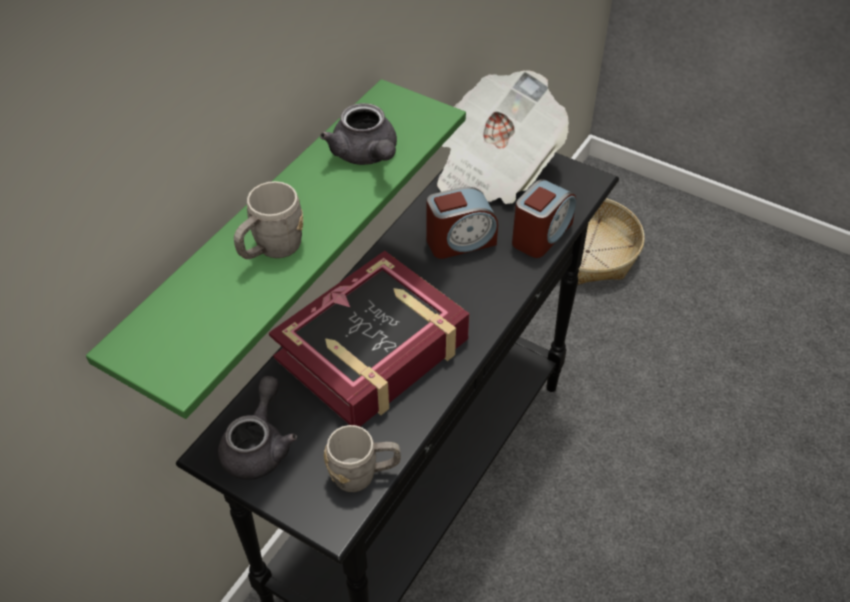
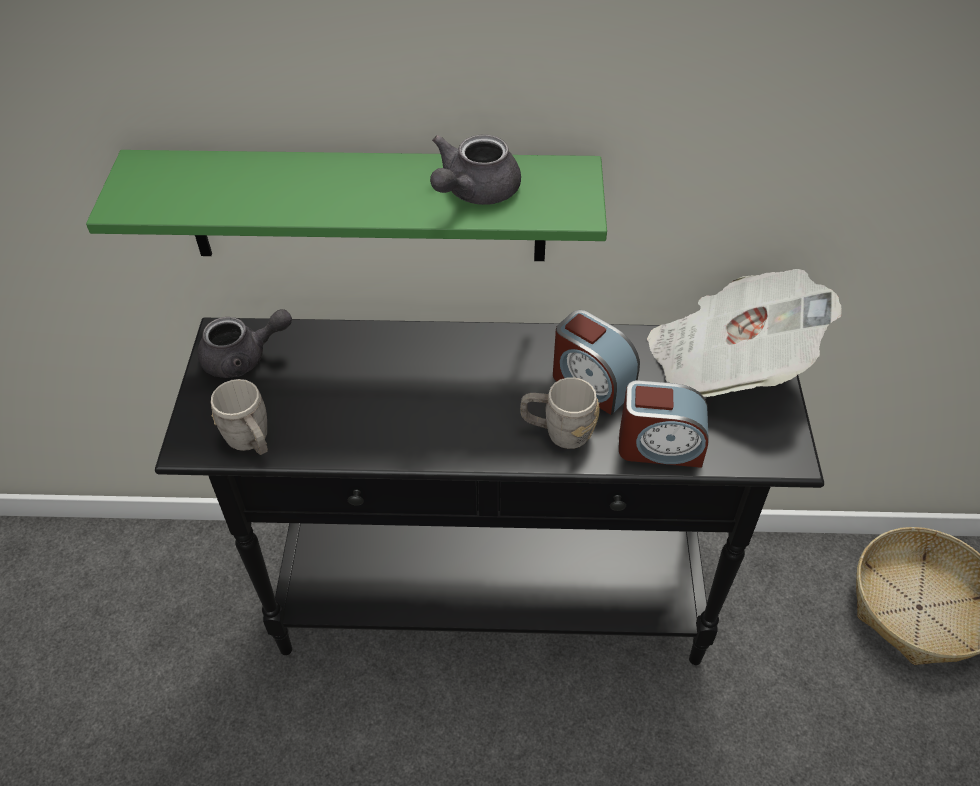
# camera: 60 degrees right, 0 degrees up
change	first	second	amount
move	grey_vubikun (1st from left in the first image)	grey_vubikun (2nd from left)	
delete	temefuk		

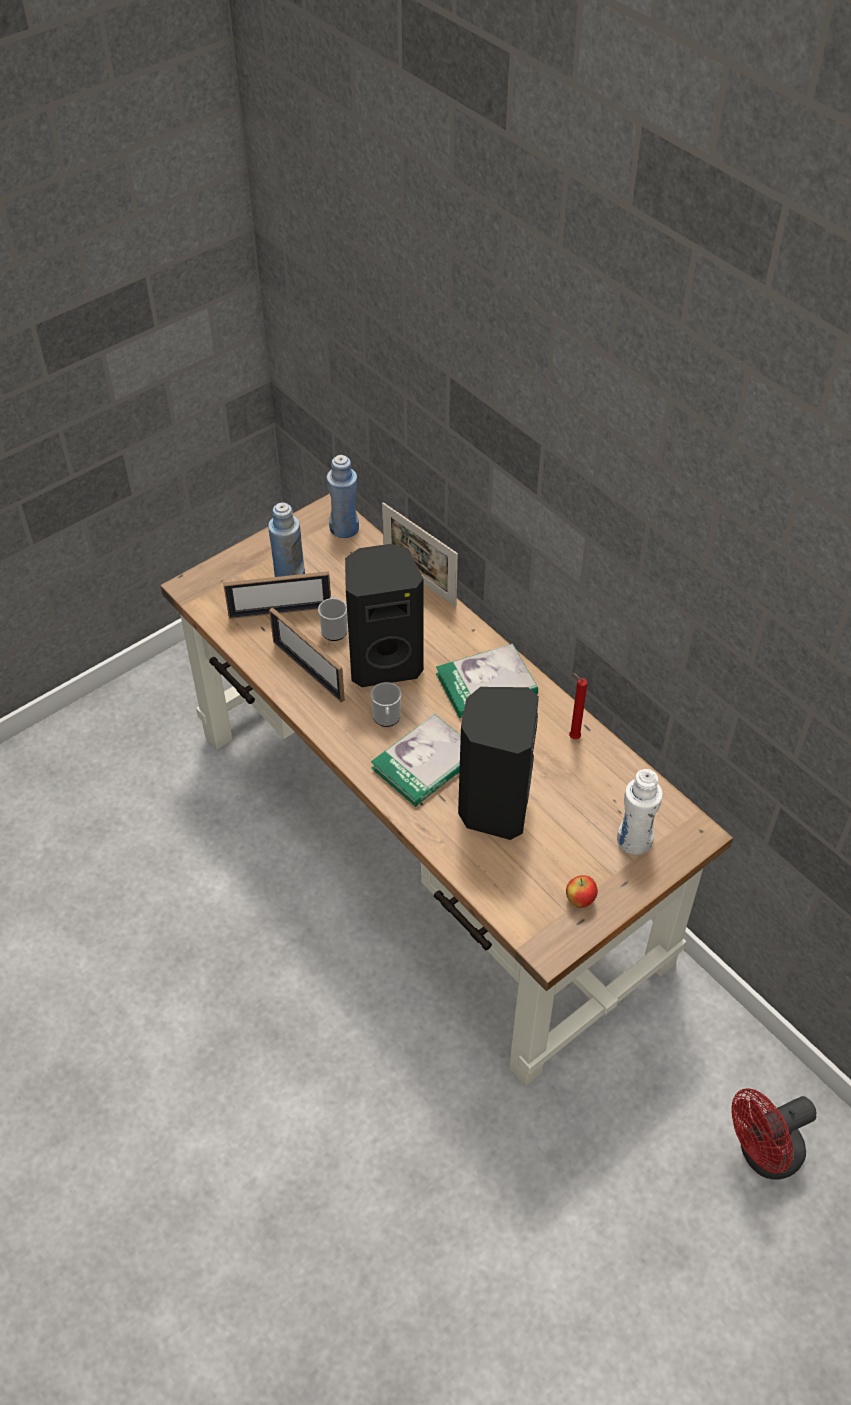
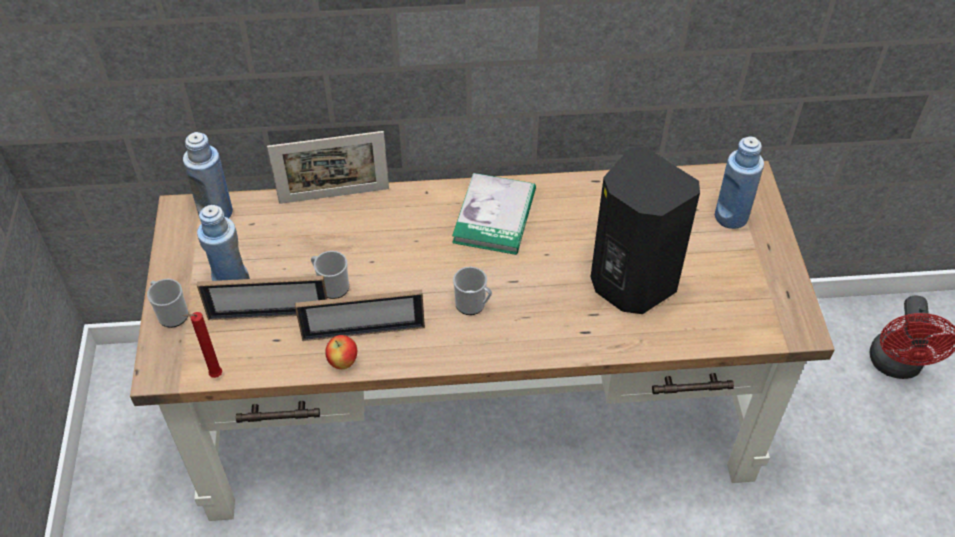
# camera: 55 degrees left, 0 degrees up
change	first	second	amount
insert		vubikun (1st from left)	
move	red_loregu		
rotate	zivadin (1st from left)		60 degrees clockwise
move	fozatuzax		
recolor	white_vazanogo	blue_vazanogo (3rd from left)	
delete	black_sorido (1st from left)		
delete	temefuk (1st from left)		

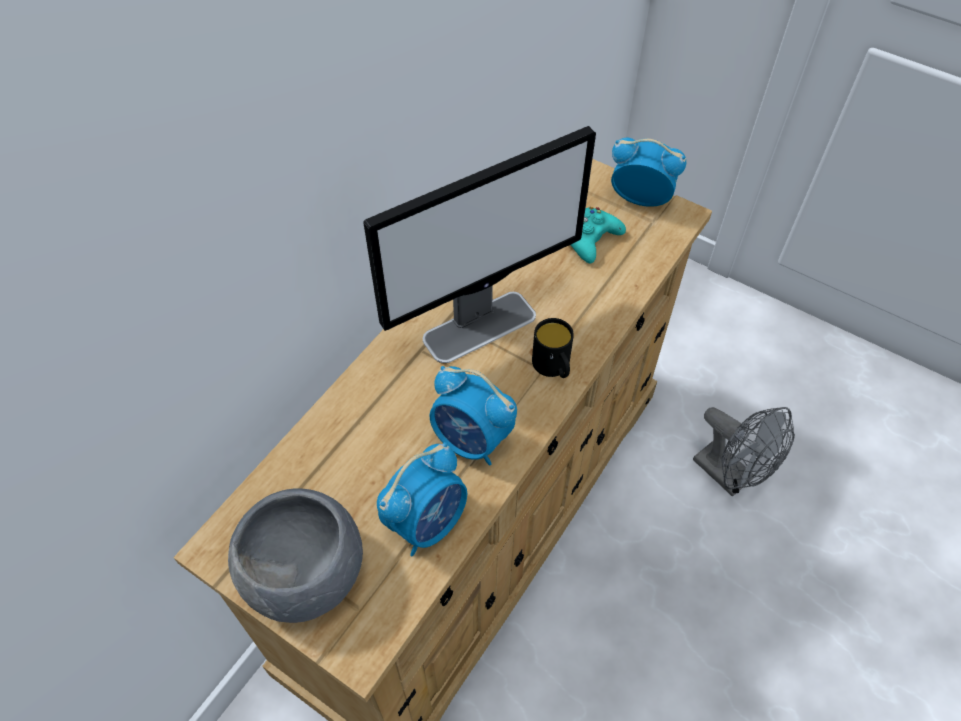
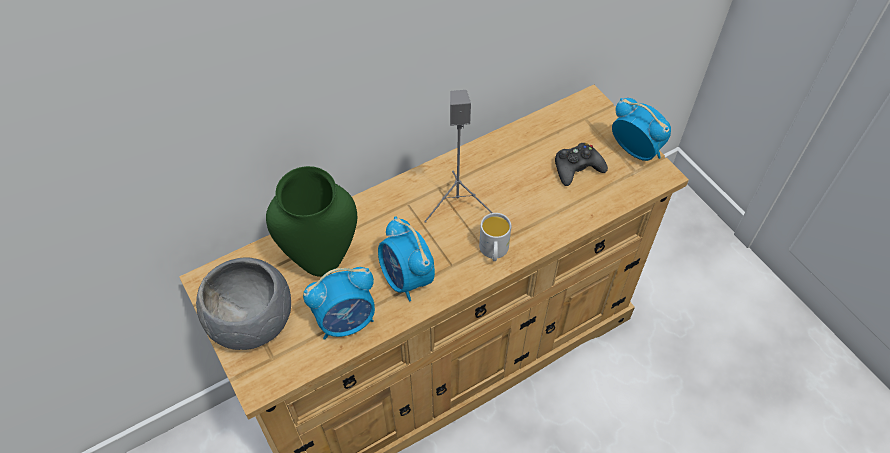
# camera: 25 degrees right, 0 degrees up
change	first	second	amount
insert		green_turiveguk	
replace	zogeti	grey_sorido	
recolor	black_vubikun	white_vubikun	
recolor	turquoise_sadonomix	black_sadonomix	
delete	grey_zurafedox		

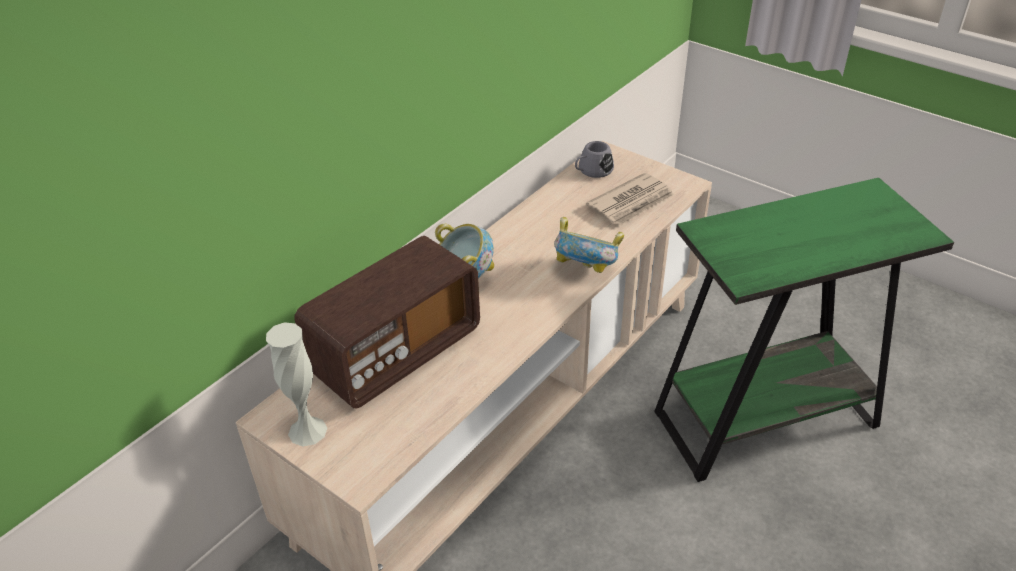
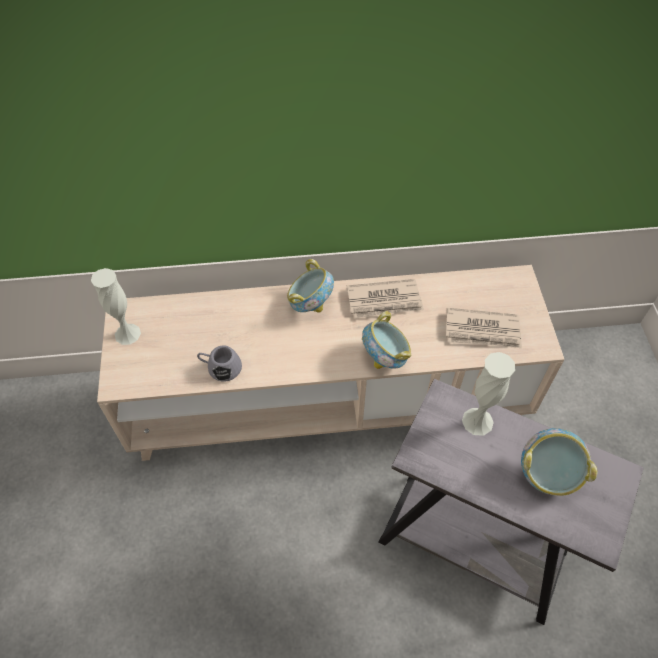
# camera: 45 degrees right, 15 degrees up
change	first	second	amount
move	grey_vubikun		
insert		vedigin (1st from left)	
recolor	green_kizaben	grey_kizaben	
insert		white_turiveguk (2nd from left)	
insert		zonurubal (3rd from left)	
delete	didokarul		

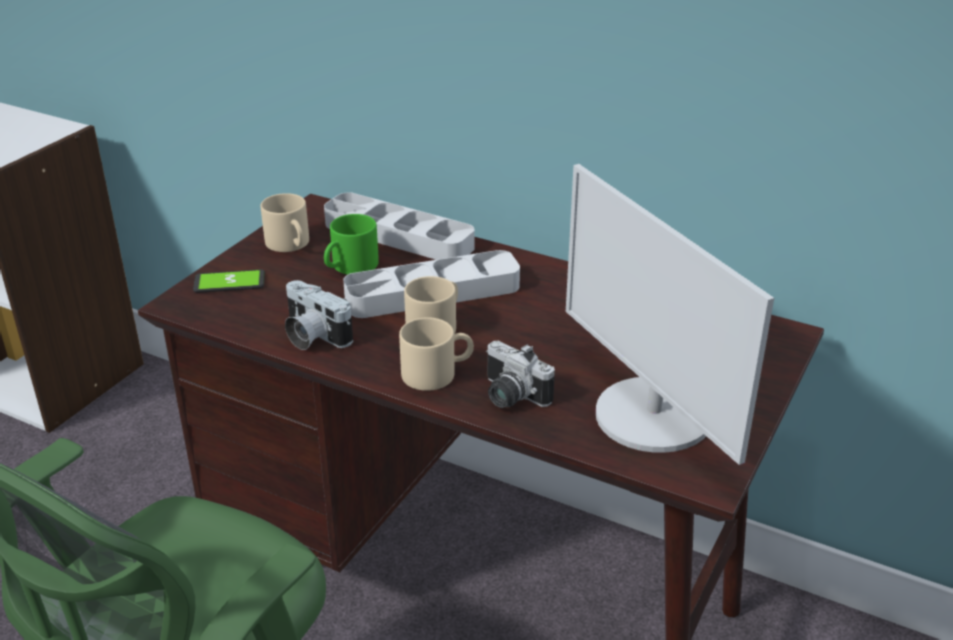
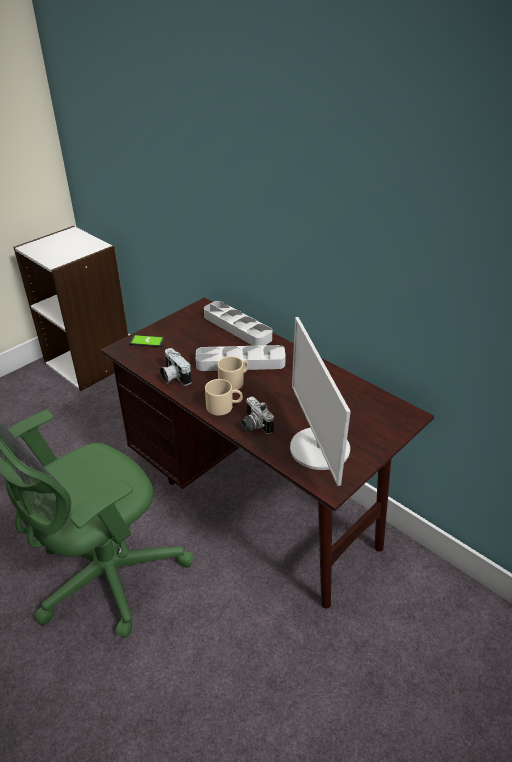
# camera: 15 degrees right, 5 degrees up
change	first	second	amount
delete	beige_vubikun (1st from left)		
delete	green_vubikun		

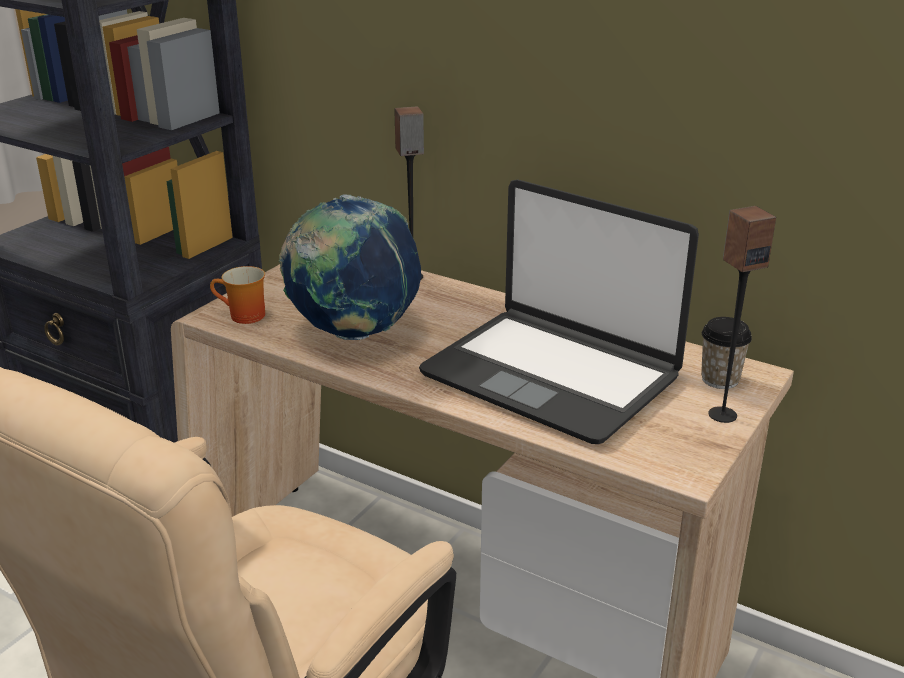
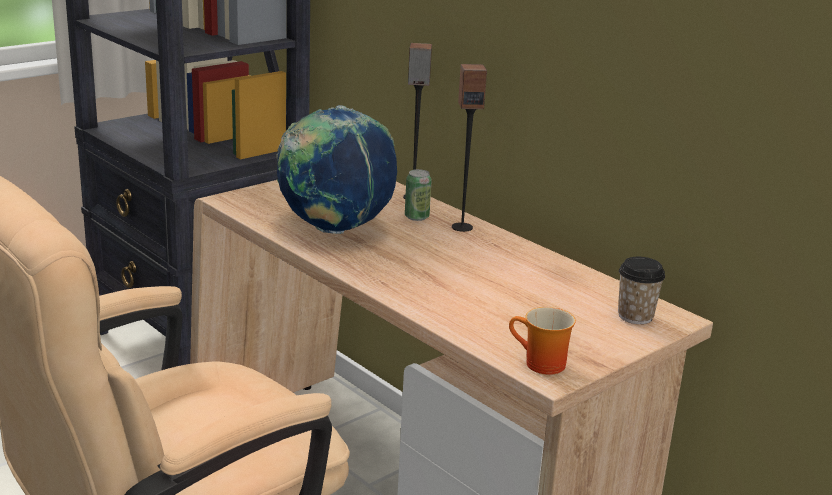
# camera: 15 degrees right, 5 degrees down
change	first	second	amount
insert		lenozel	
move	sorido (2nd from left)		
move	vubikun		
delete	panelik		

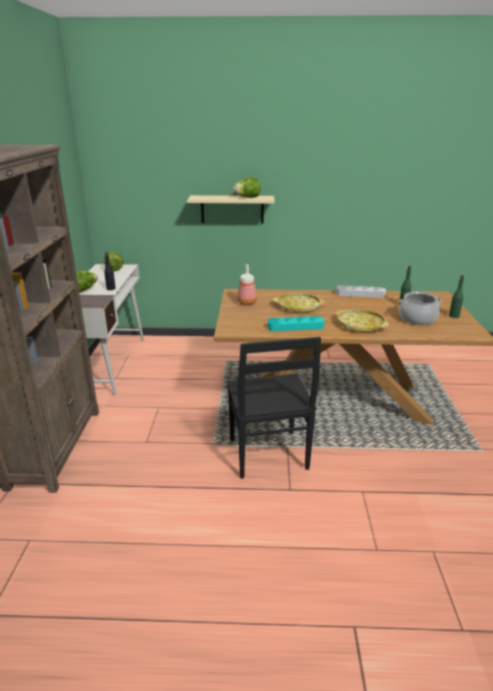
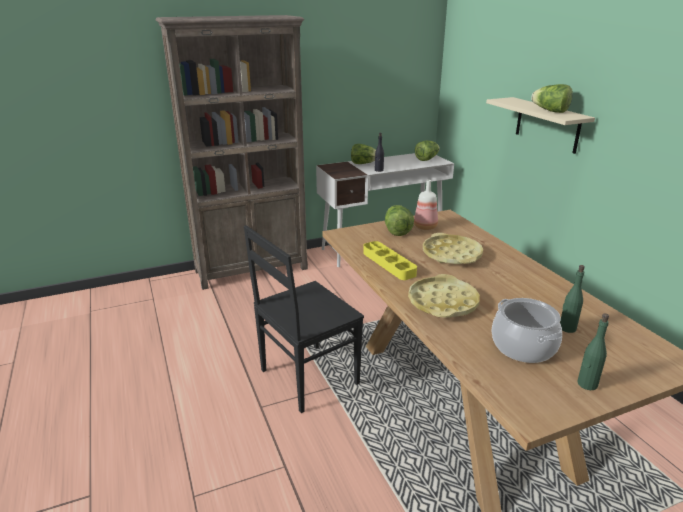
# camera: 65 degrees right, 0 degrees up
change	first	second	amount
recolor	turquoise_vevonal	yellow_vevonal (1st from left)	
insert		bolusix (2nd from left)	
delete	grey_vevonal		

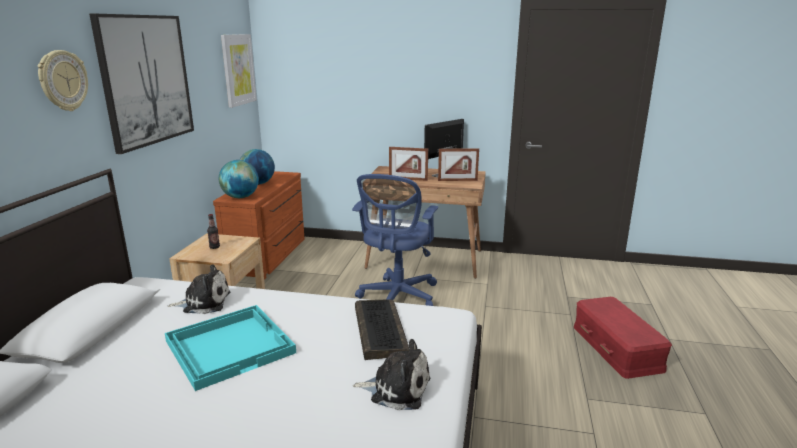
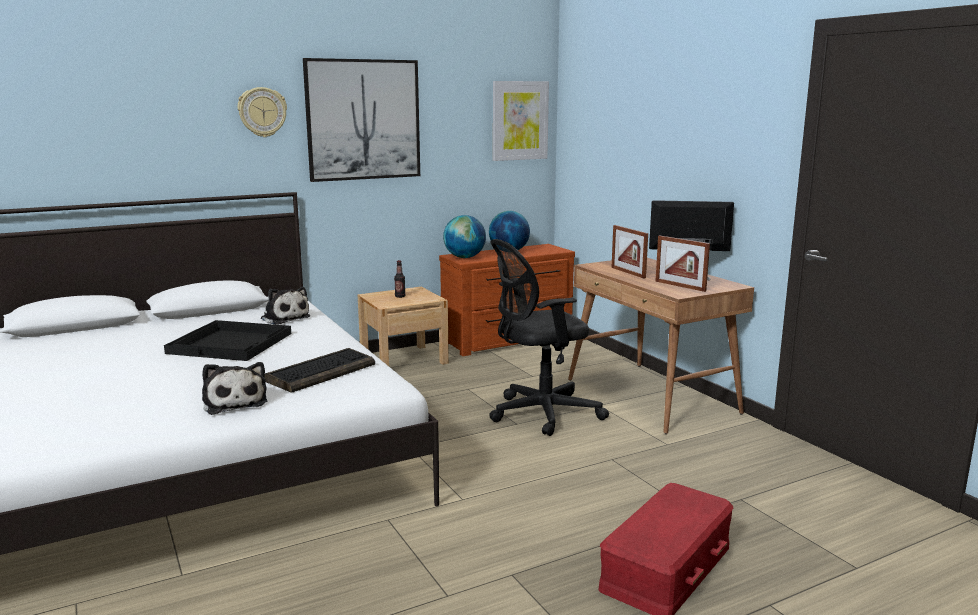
# camera: 50 degrees right, 5 degrees down
change	first	second	amount
recolor	turquoise_vevonal	black_vevonal	
recolor	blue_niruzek	black_niruzek	

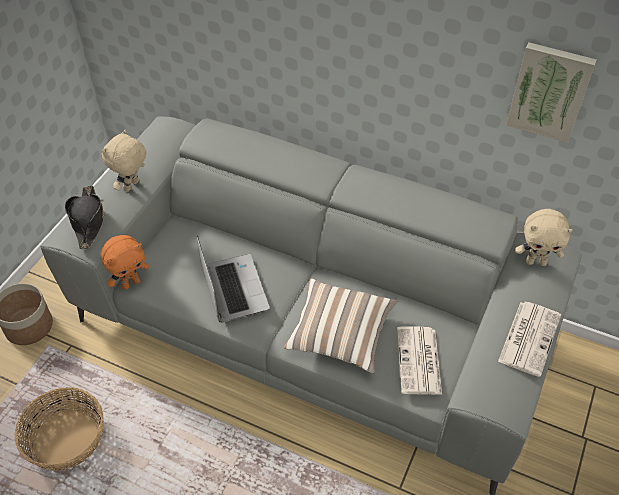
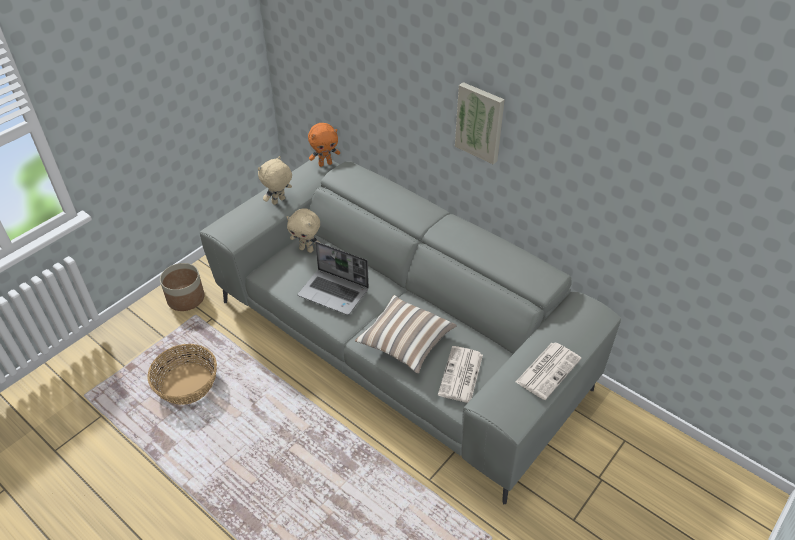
# camera: 15 degrees right, 5 degrees down
change	first	second	amount
move	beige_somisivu (2nd from left)		
rotate	panelik		120 degrees clockwise
move	orange_somisivu		
move	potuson		
delete	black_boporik		

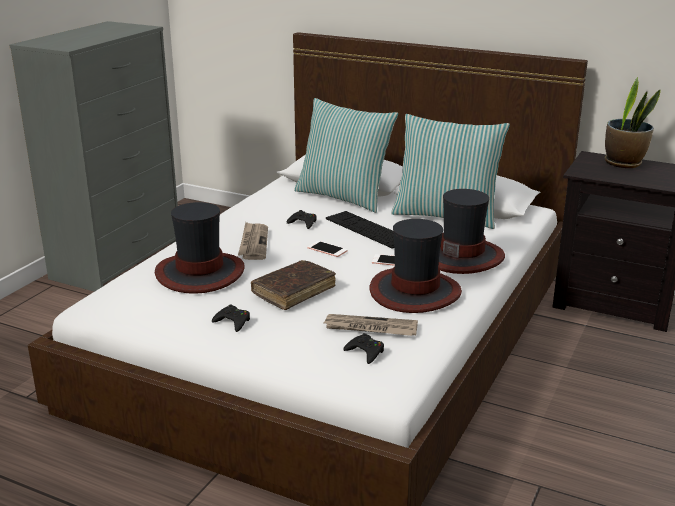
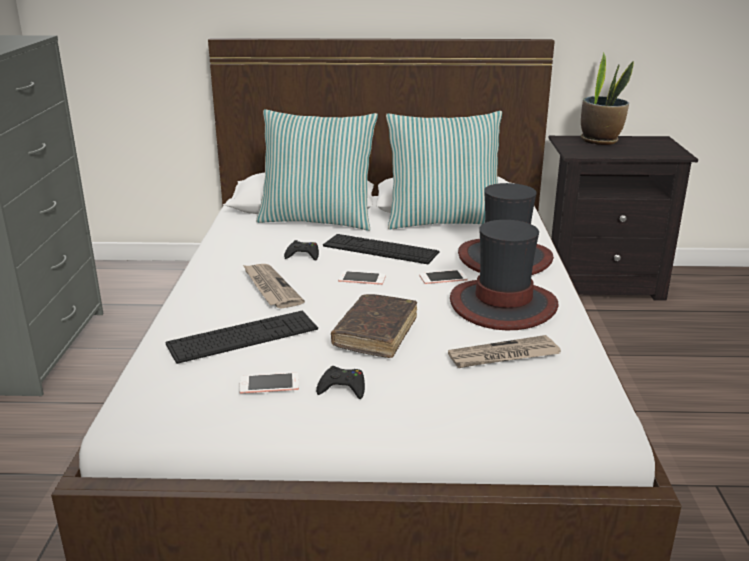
# camera: 25 degrees left, 0 degrees up
change	first	second	amount
replace	boporik (1st from left)	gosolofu (1st from left)	
insert		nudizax (1st from left)	
delete	black_sadonomix (3rd from left)		

